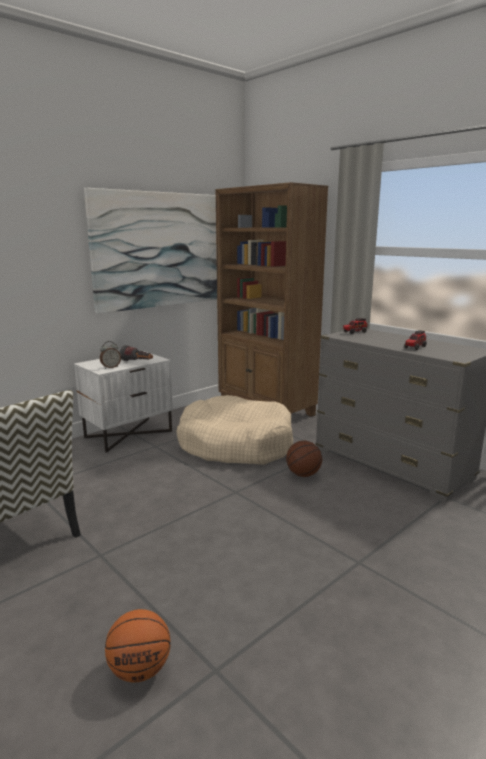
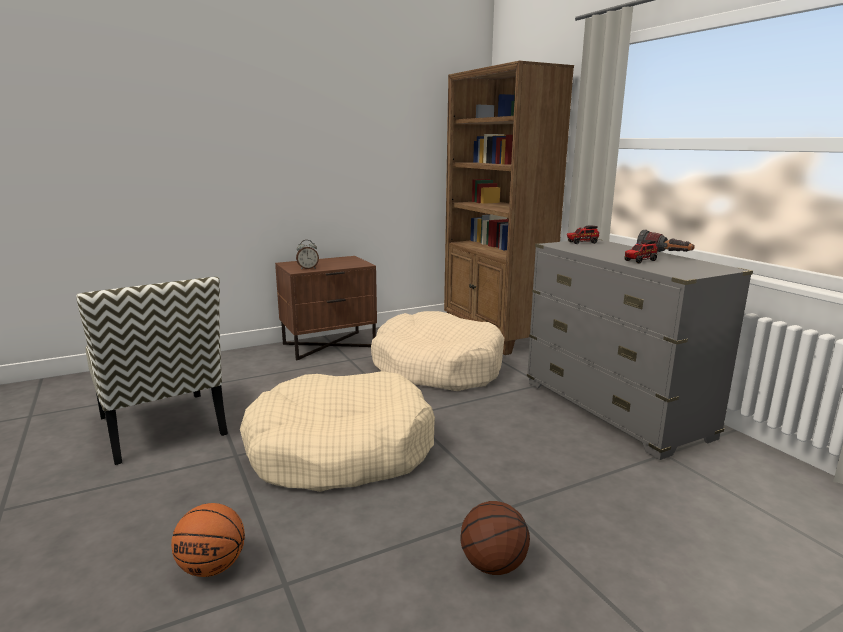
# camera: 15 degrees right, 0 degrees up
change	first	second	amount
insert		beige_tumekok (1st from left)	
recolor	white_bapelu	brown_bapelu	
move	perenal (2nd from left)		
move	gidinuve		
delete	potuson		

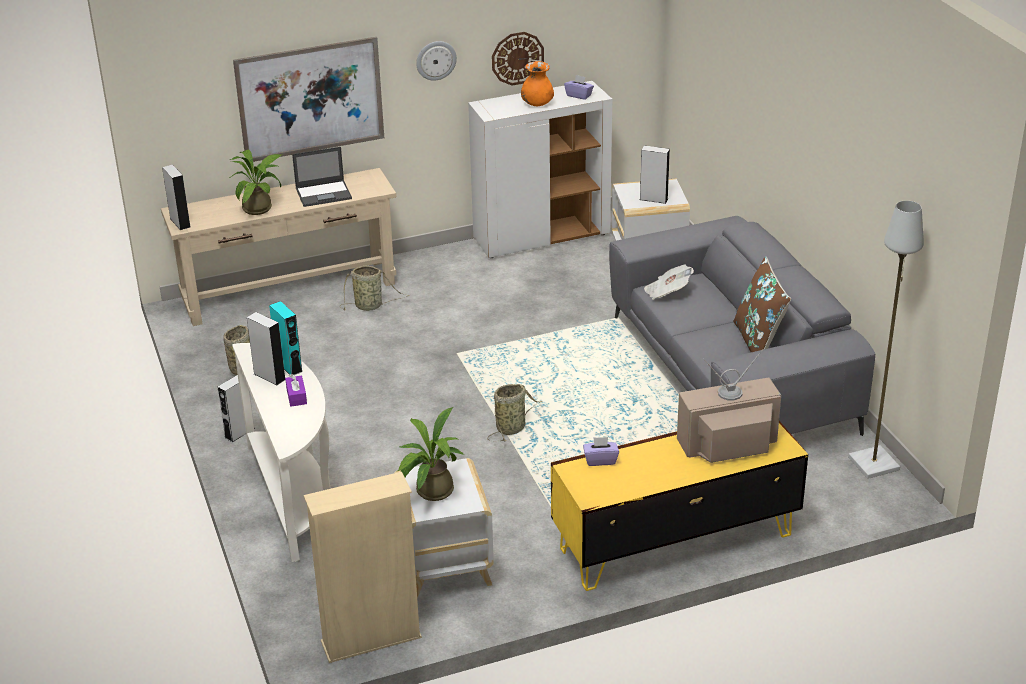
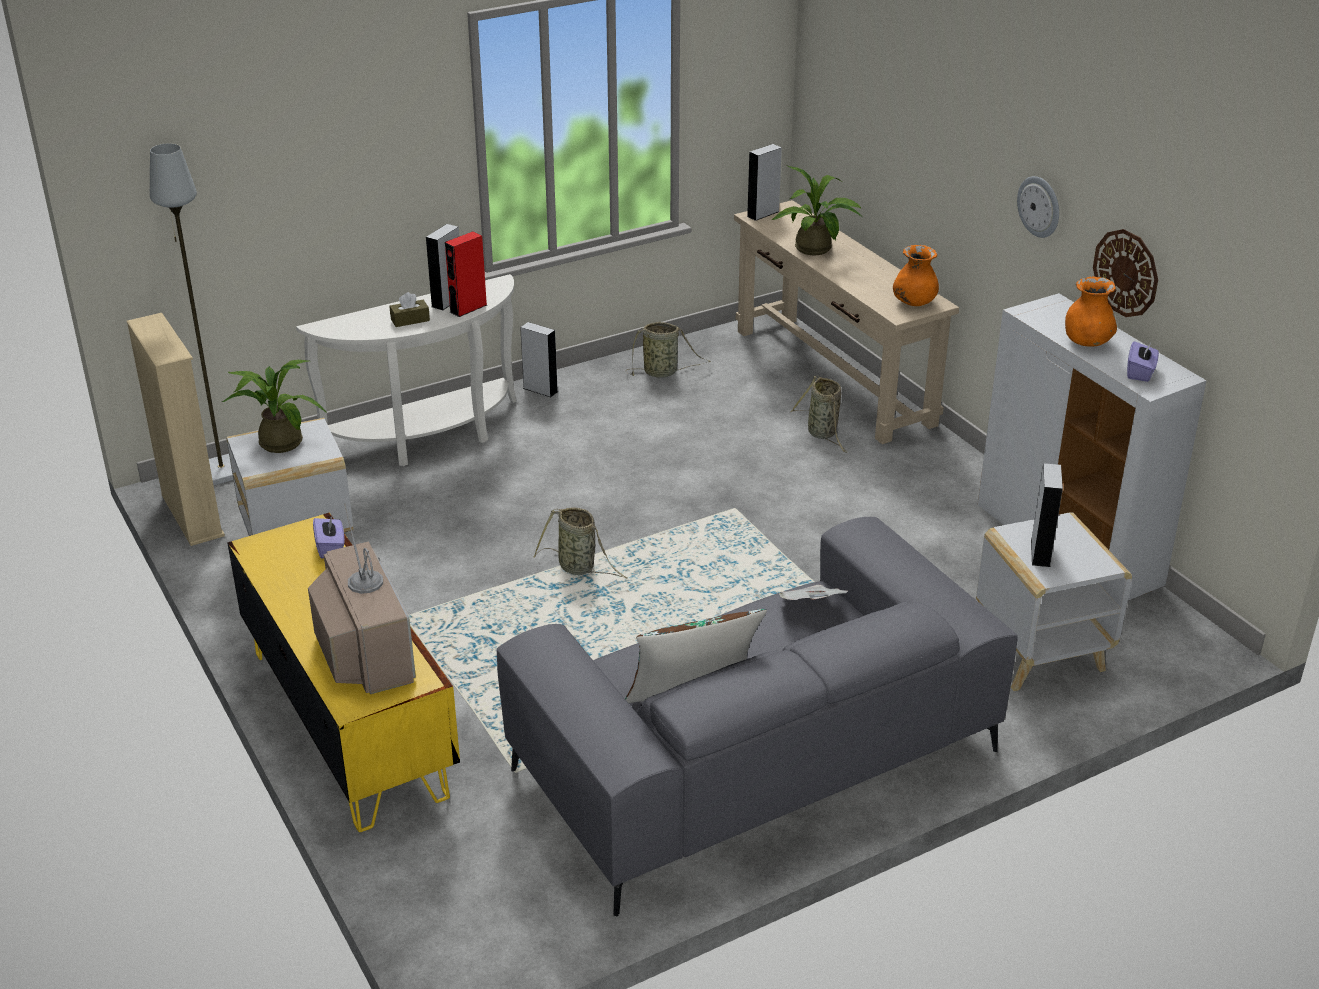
# camera: 80 degrees right, 0 degrees up
change	first	second	amount
move	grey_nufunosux		
recolor	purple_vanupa (1st from left)	brown_vanupa	
recolor	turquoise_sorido	red_sorido	
insert		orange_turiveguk (1st from left)	
delete	potuson		
delete	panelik		

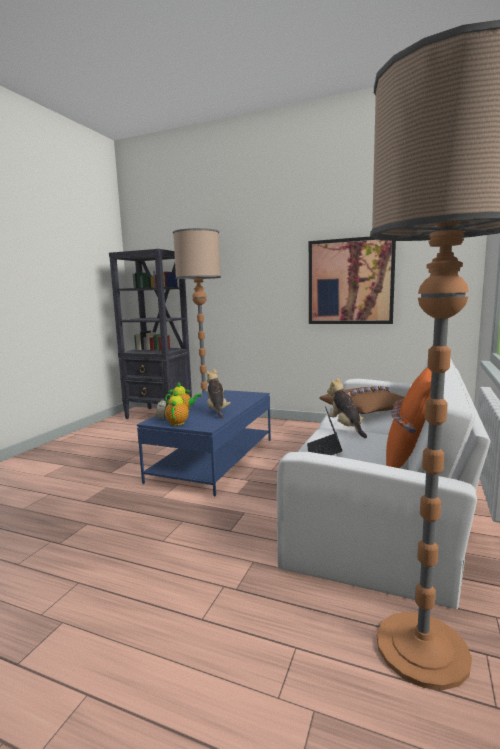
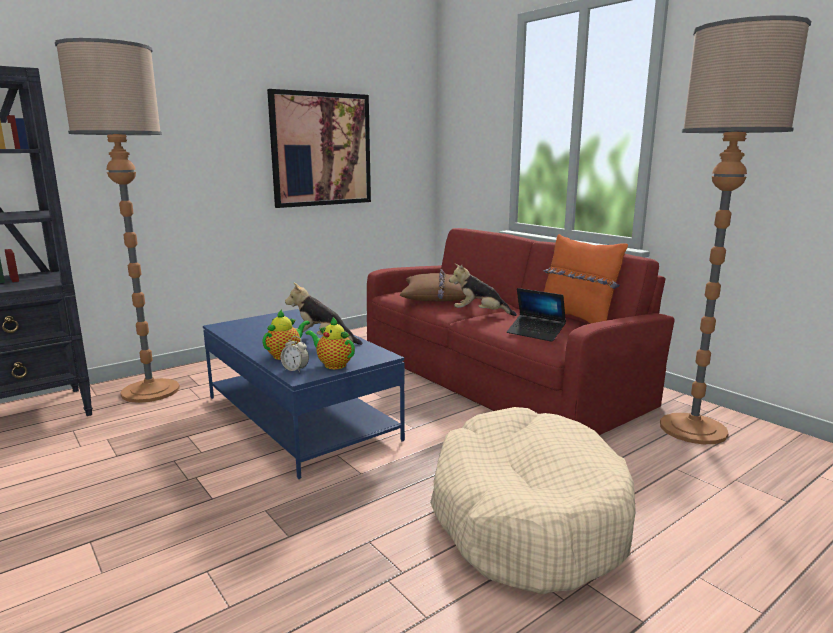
# camera: 60 degrees left, 5 degrees up
change	first	second	amount
recolor	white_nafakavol	red_nafakavol	
insert		beige_tumekok	

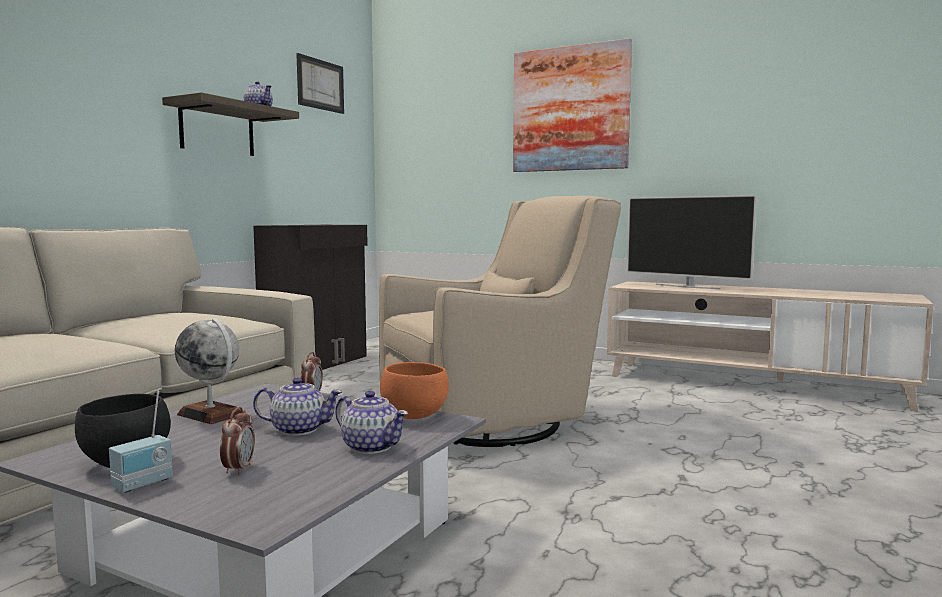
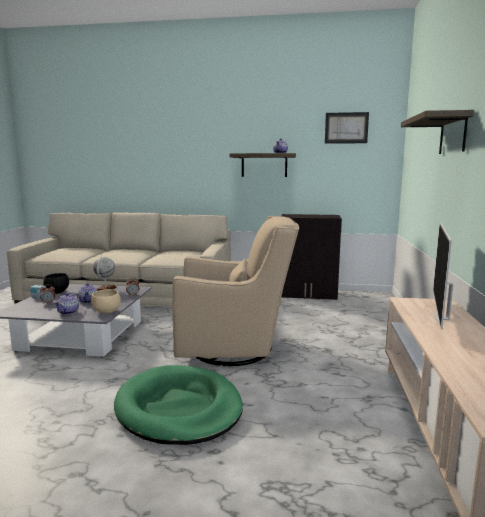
# camera: 70 degrees right, 5 degrees up
change	first	second	amount
recolor	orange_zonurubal	beige_zonurubal	
insert		green_tumekok	
rotate	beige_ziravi		45 degrees counterclockwise
replace	potuson (2nd from left)	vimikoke (2nd from left)	

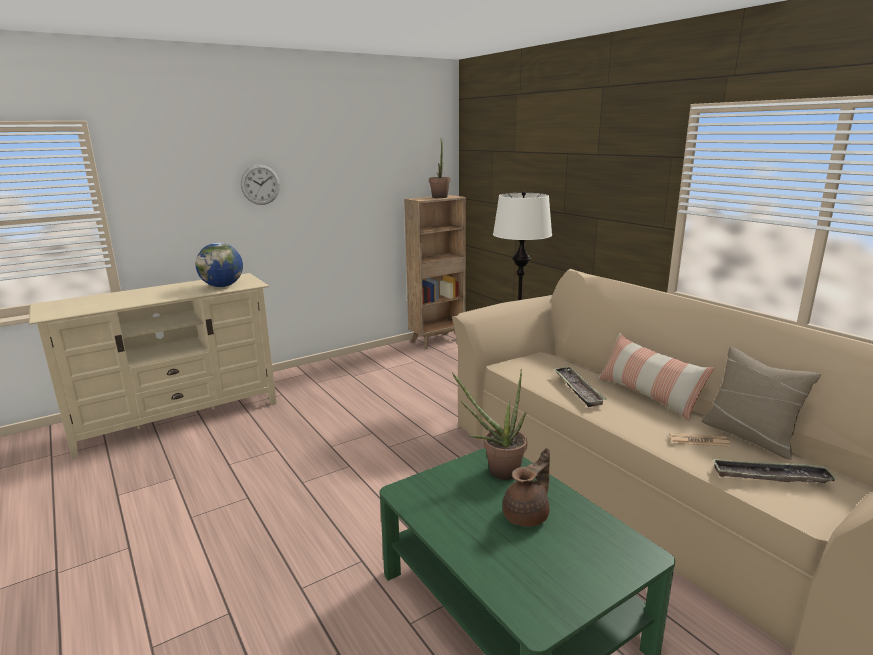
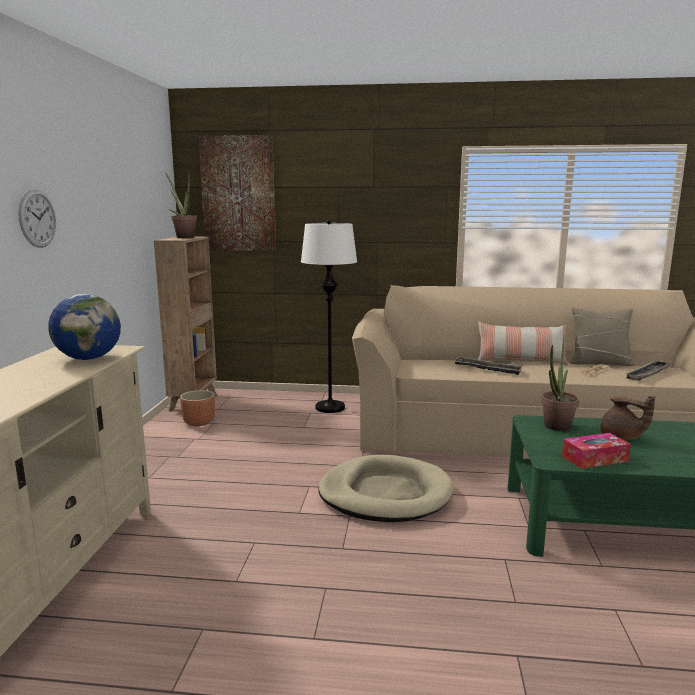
# camera: 50 degrees left, 5 degrees down
change	first	second	amount
insert		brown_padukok	
insert		potuson	
insert		beige_tumekok	
insert		vanupa	
rotate	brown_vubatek		135 degrees clockwise

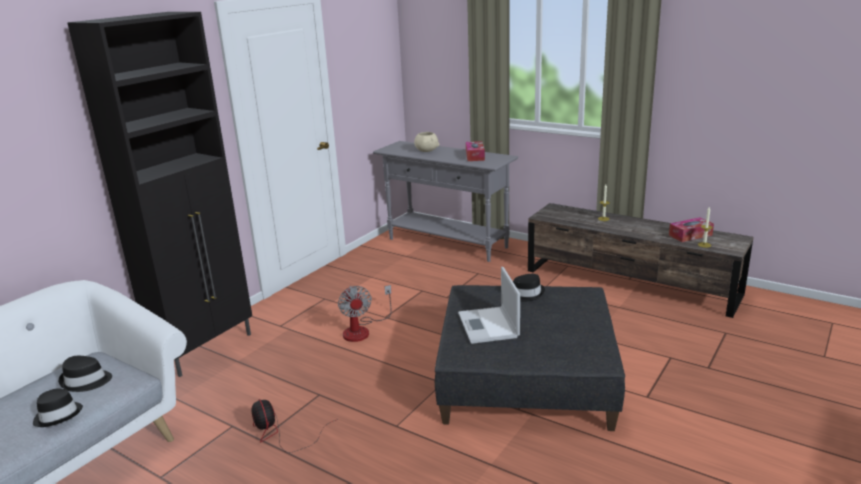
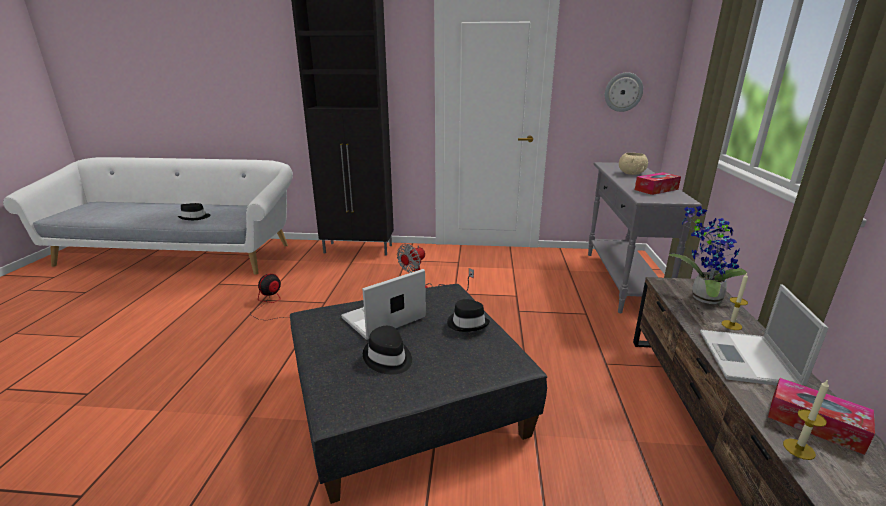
# camera: 60 degrees right, 0 degrees up
change	first	second	amount
move	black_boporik (2nd from left)		
insert		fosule	
insert		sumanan	
insert		panelik (2nd from left)	

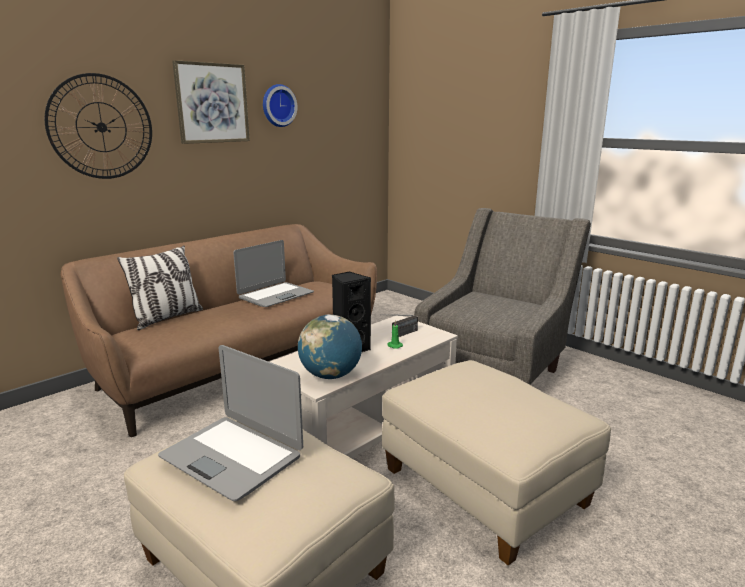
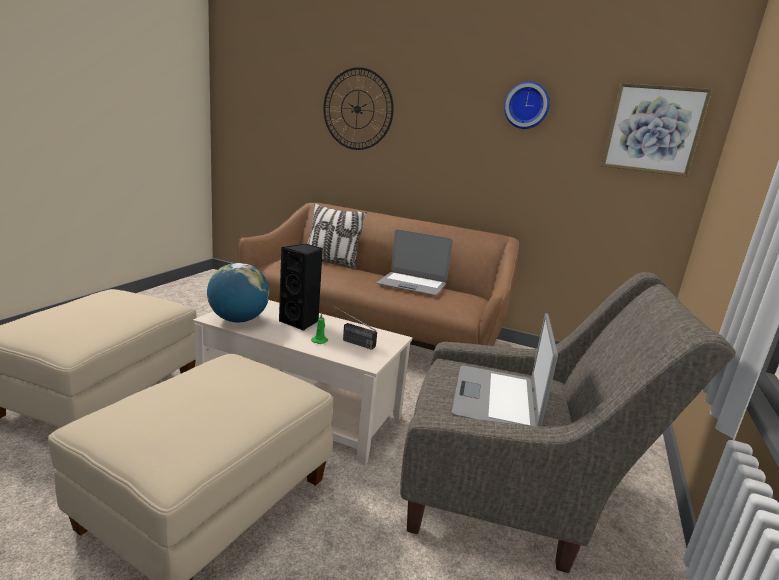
# camera: 65 degrees right, 0 degrees up
change	first	second	amount
move	panelik (1st from left in the first image)	panelik (2nd from left)	
move	potuson		

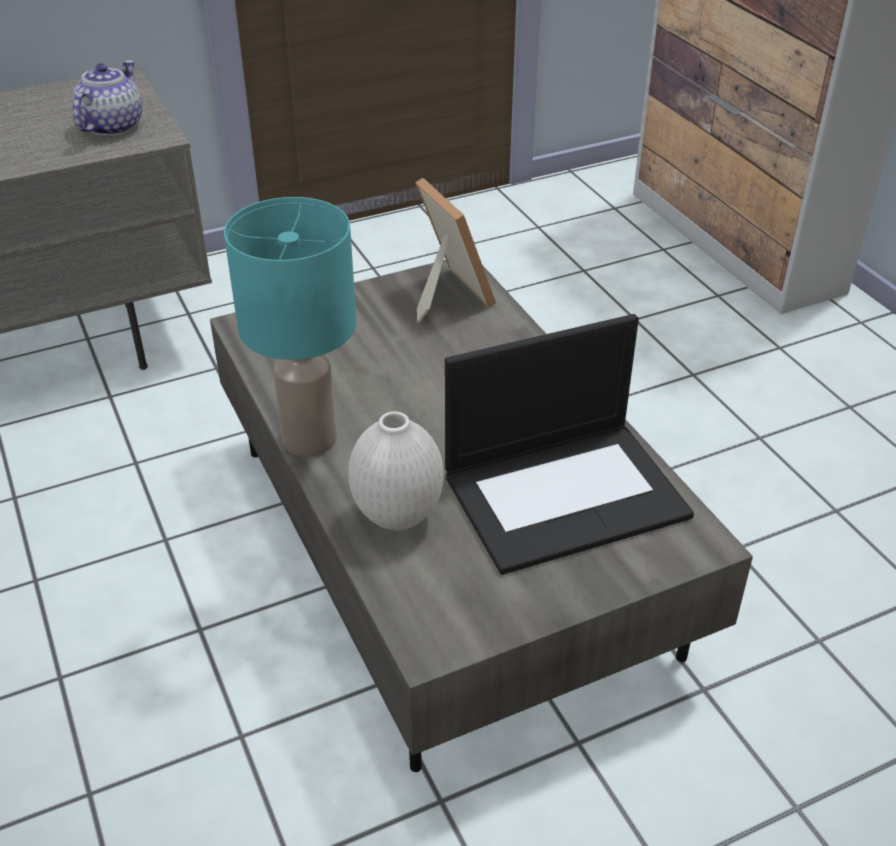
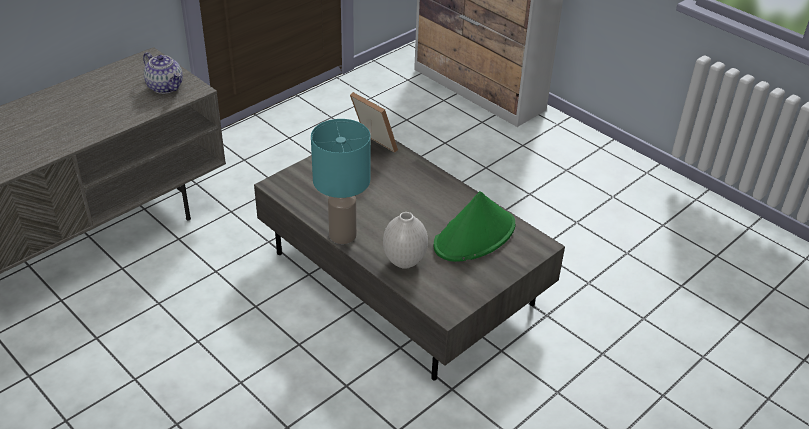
# camera: 20 degrees left, 0 degrees up
change	first	second	amount
rotate	vubatek		135 degrees clockwise
replace	panelik	green_boporik	

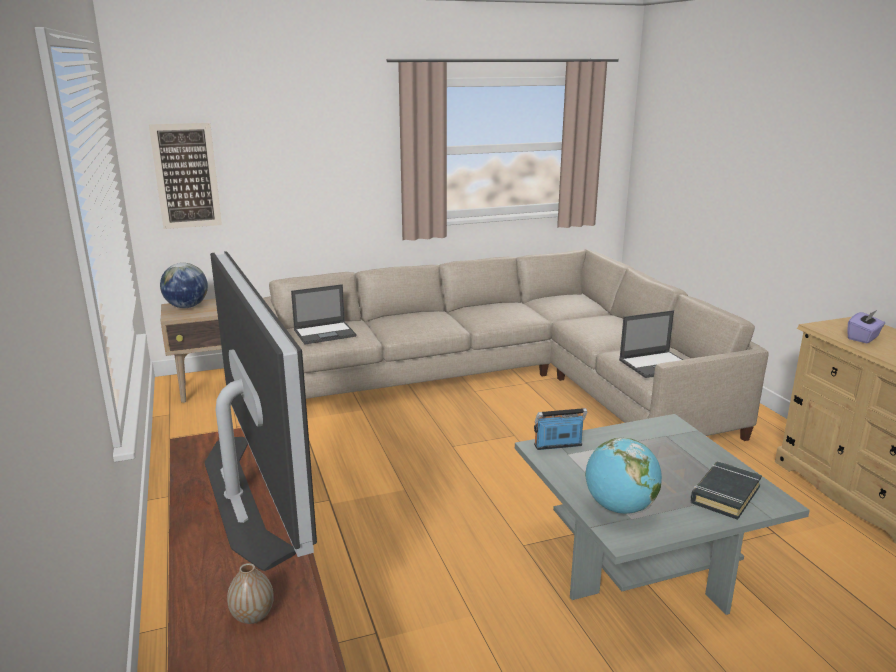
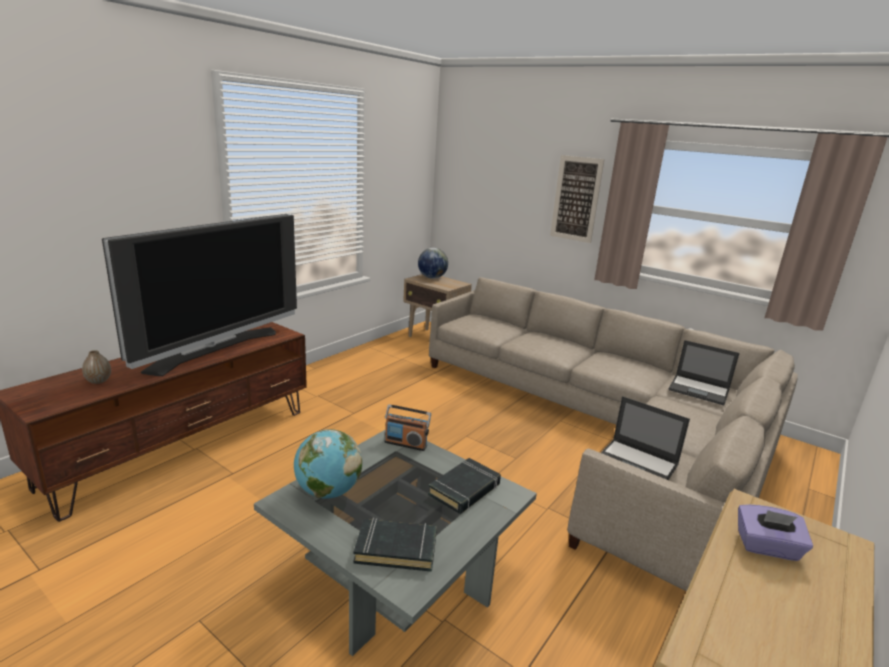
# camera: 55 degrees right, 0 degrees up
change	first	second	amount
rotate	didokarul		150 degrees clockwise
insert		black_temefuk (2nd from left)	
move	potuson		
move	panelik (1st from left in the first image)	panelik (2nd from left)	

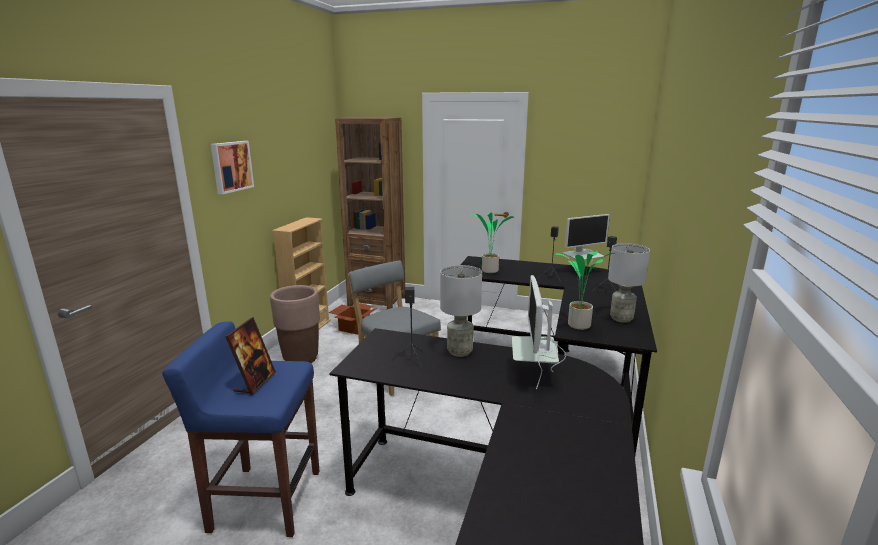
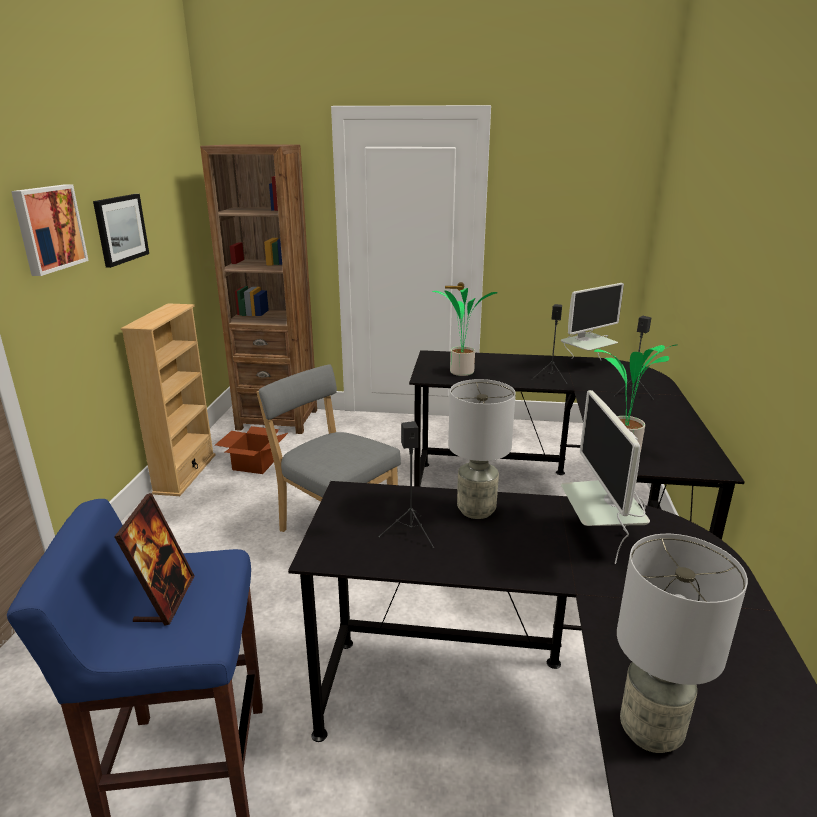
# camera: 10 degrees left, 5 degrees up
change	first	second	amount
insert		potuson (2nd from left)	
move	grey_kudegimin (2nd from left)		
delete	brown_padukok		

